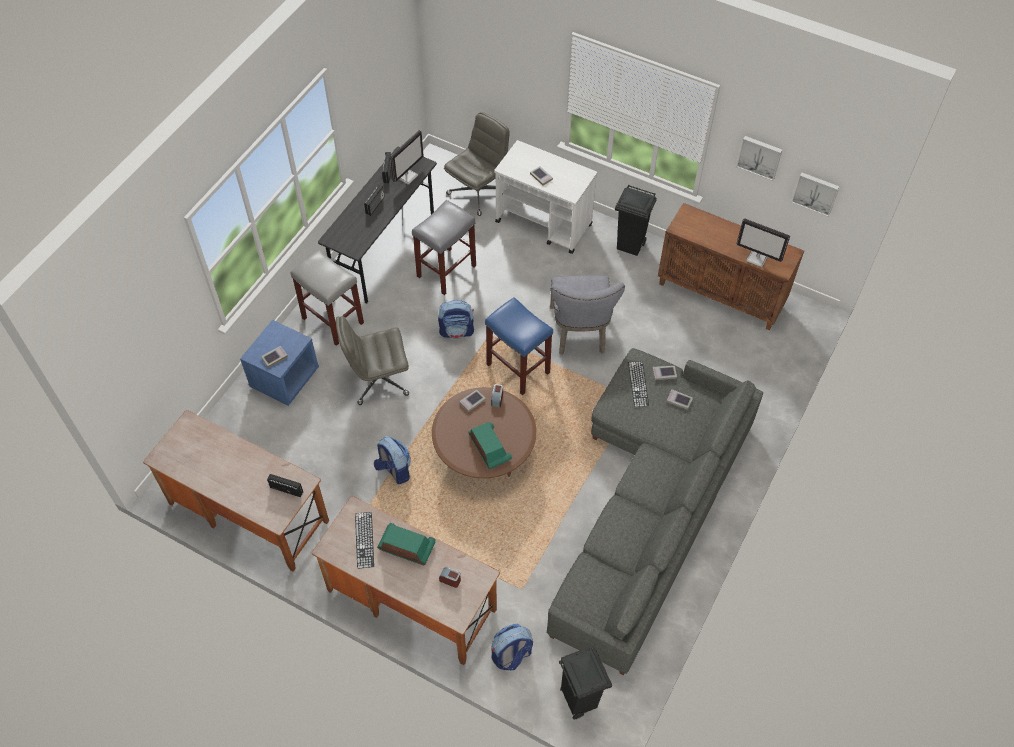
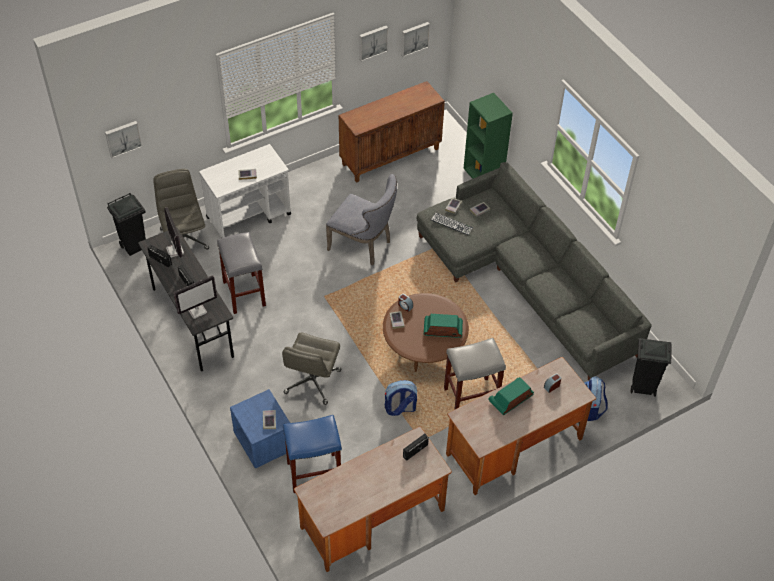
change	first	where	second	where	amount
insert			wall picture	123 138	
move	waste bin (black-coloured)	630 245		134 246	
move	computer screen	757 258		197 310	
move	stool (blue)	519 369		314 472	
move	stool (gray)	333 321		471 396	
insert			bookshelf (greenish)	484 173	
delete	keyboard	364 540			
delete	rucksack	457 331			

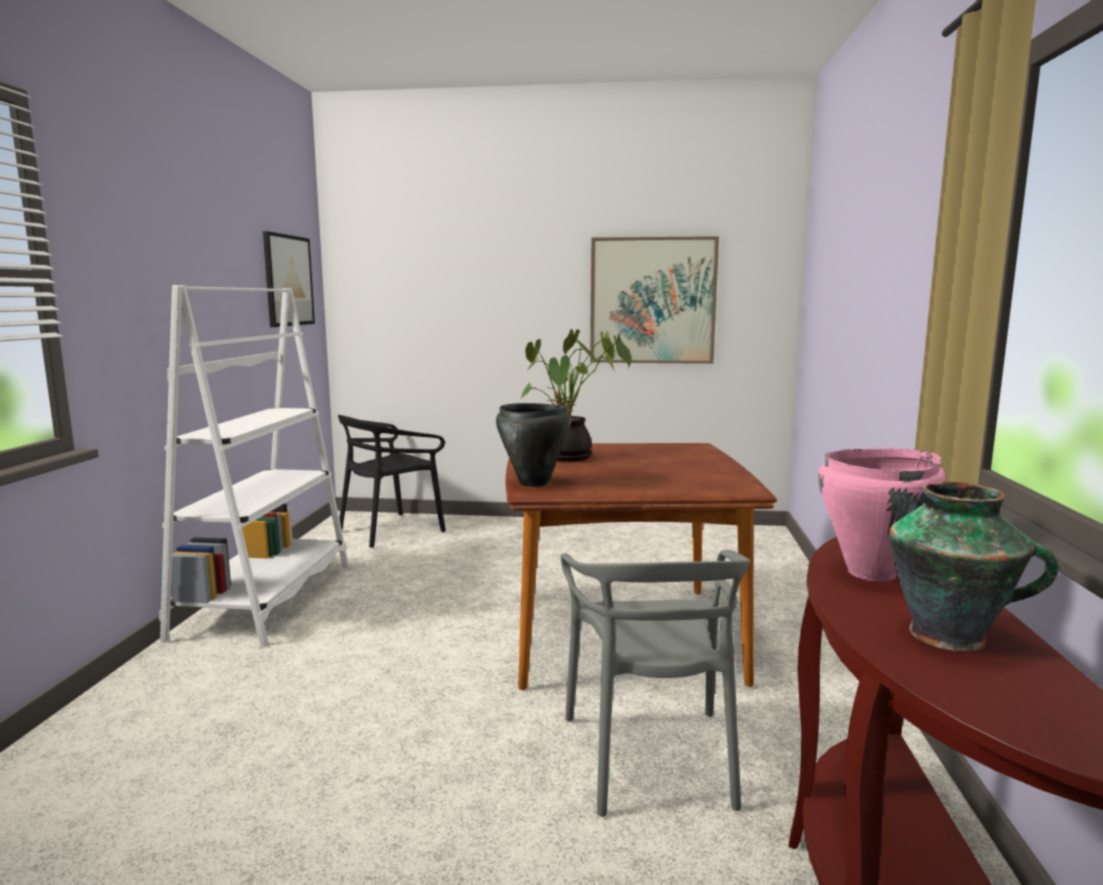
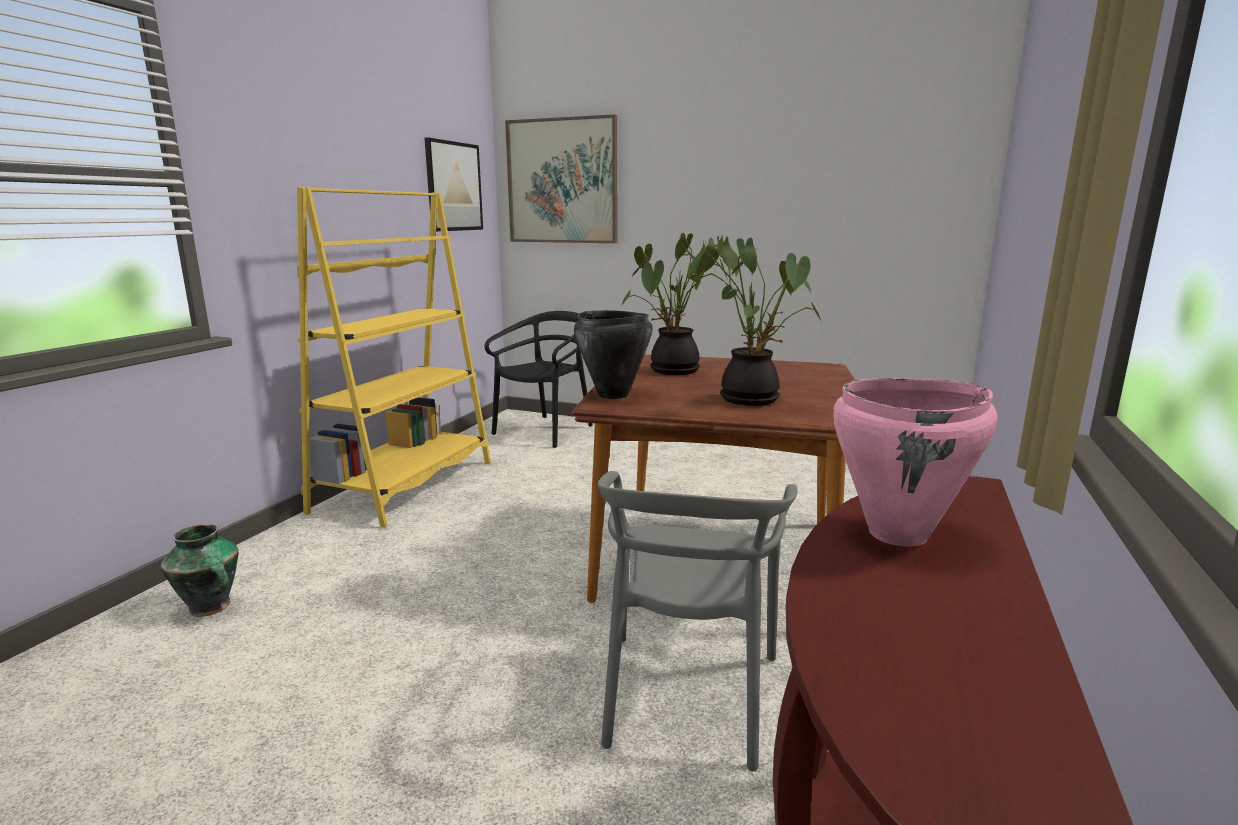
change	first	where	second	where	amount
move	decorative vase	951 637		211 607	
recolor	bookshelf (whitish)	266 600	bookshelf (yellow-coloured)	406 486	
rotate	upright chair (black-coloured)	391 530		545 431	150 degrees clockwise
move	wall picture	652 301		562 181	
insert			plant in a pot	750 398	

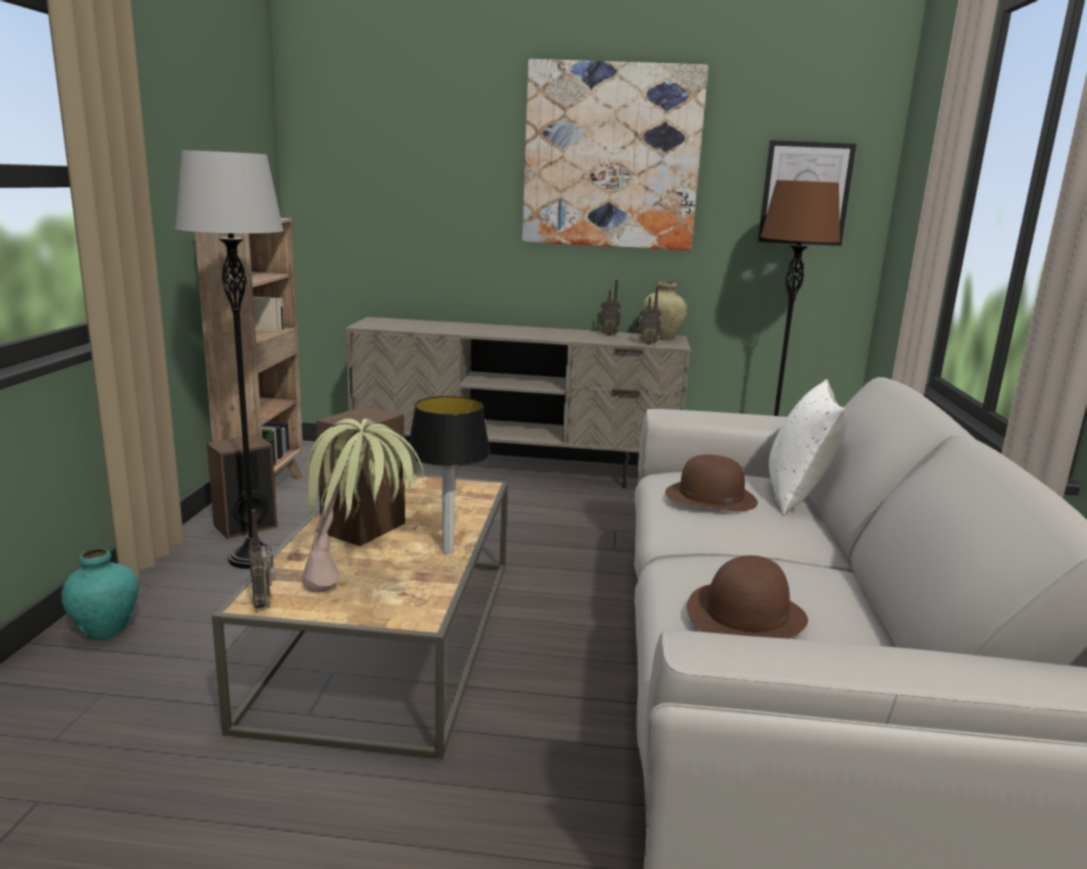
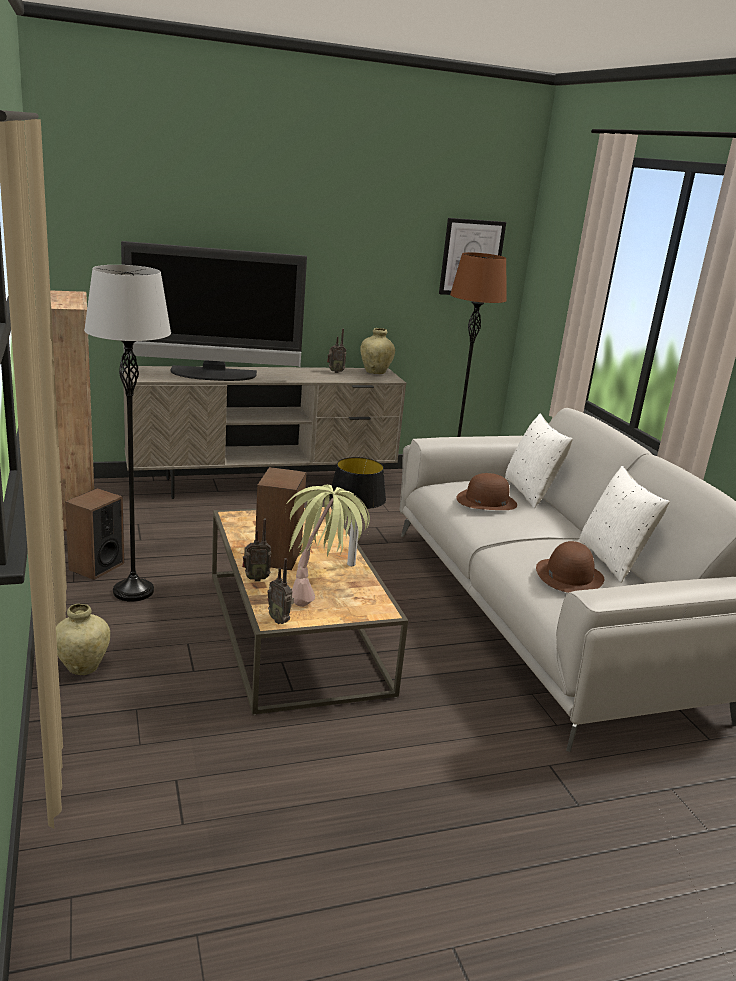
change	first	where	second	where	amount
recolor	decorative vase (turquoise)	106 630	decorative vase (beige)	83 667	
insert			television	213 374	
move	radio	647 343		255 578	
insert			pillow (whitish)	612 560	
delete	wall picture	611 157			

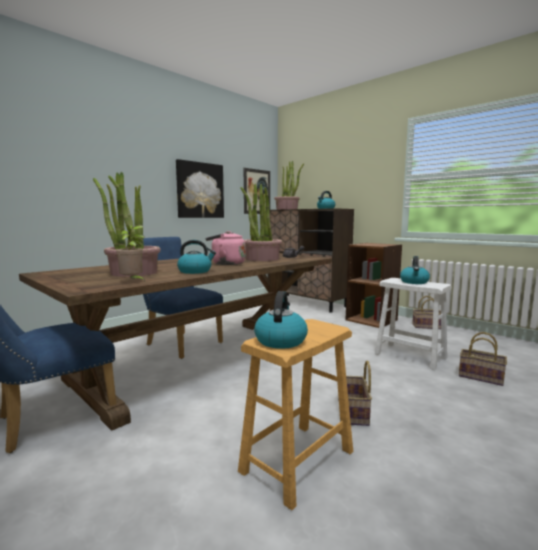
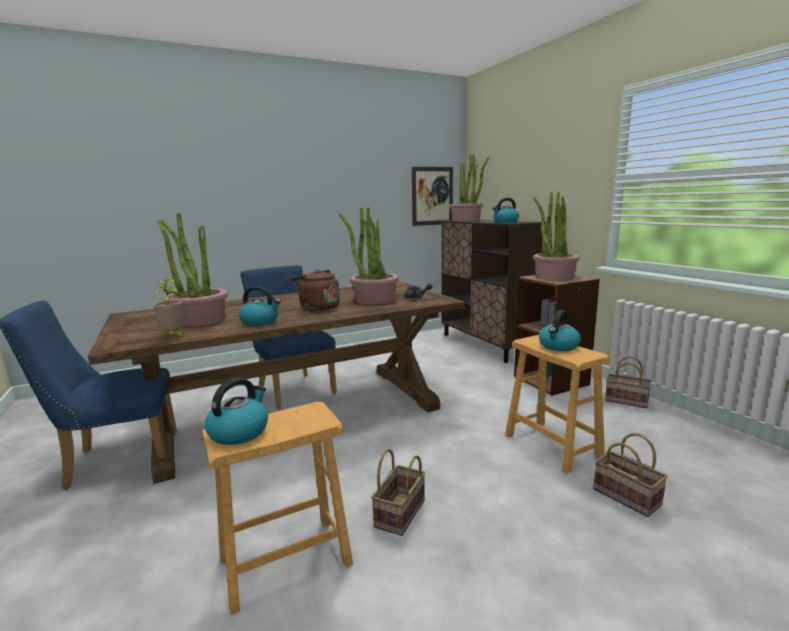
change	first	where	second	where	amount
recolor	water kettle (pink)	226 264	water kettle (brownish)	317 308	
recolor	stool (whitish)	410 356	stool (brownish)	552 445	
insert			plant in a pot	554 276	
delete	wall picture	200 190			

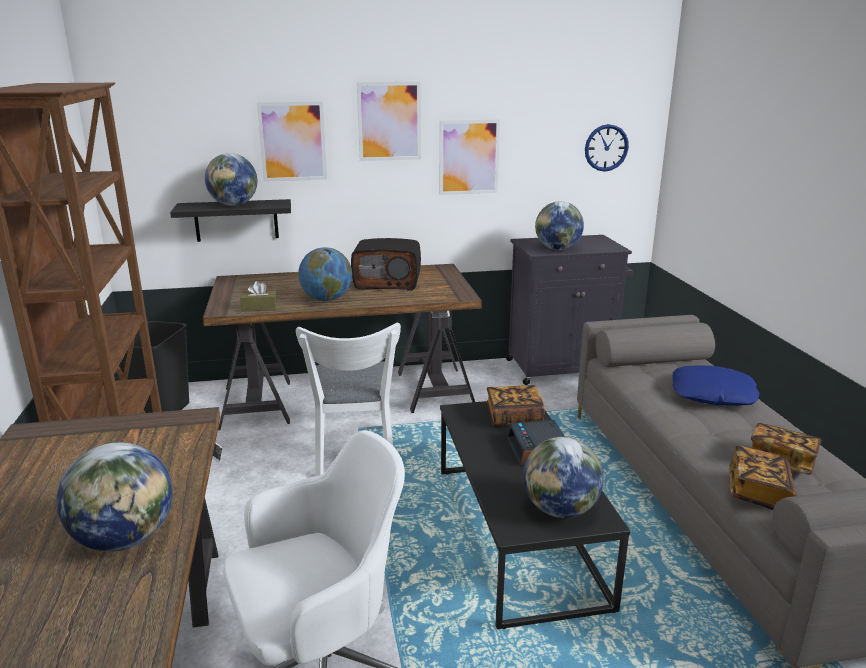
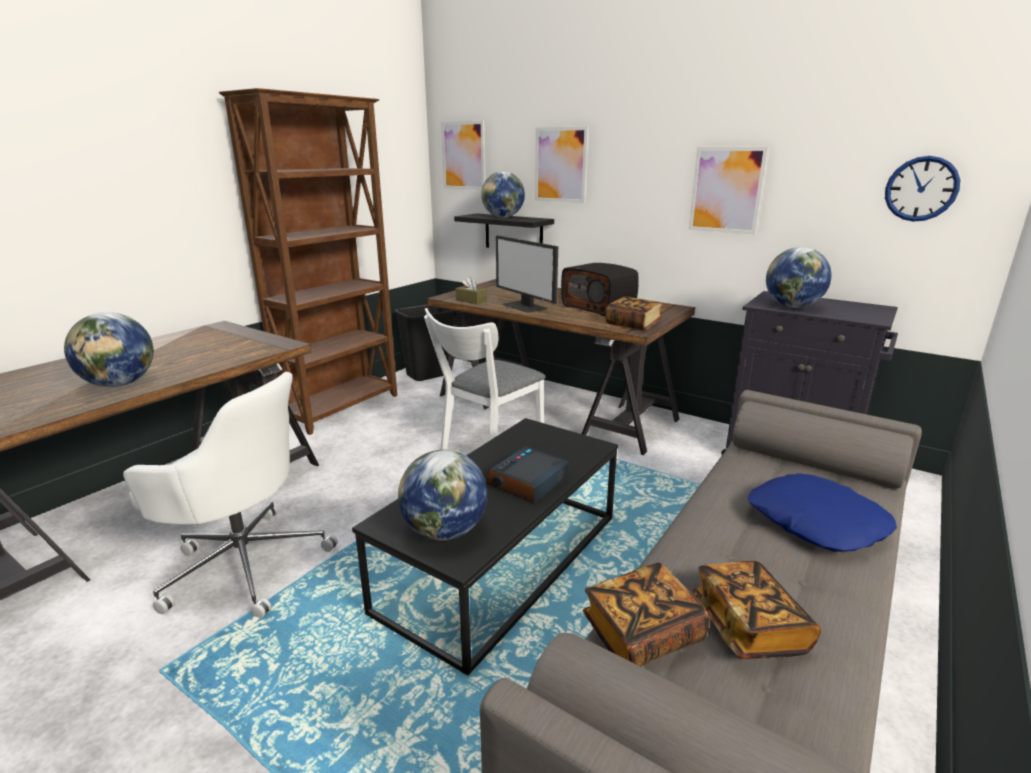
change	first	where	second	where	amount
move	wall picture	389 121		463 156	
replace	desk globe	326 299	computer screen	525 306	
move	bound book	514 418		633 324	

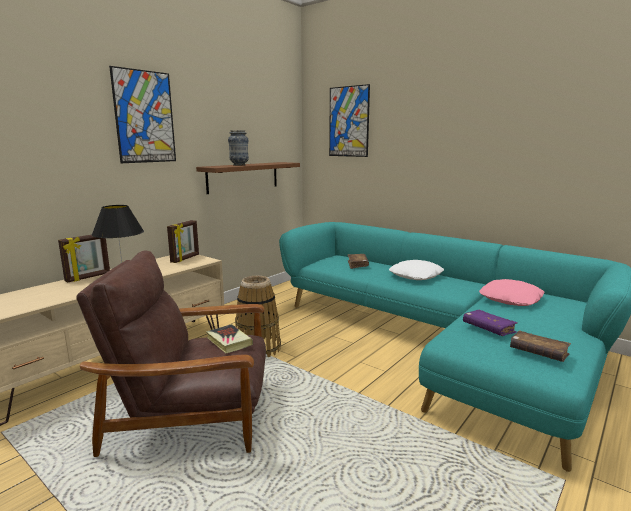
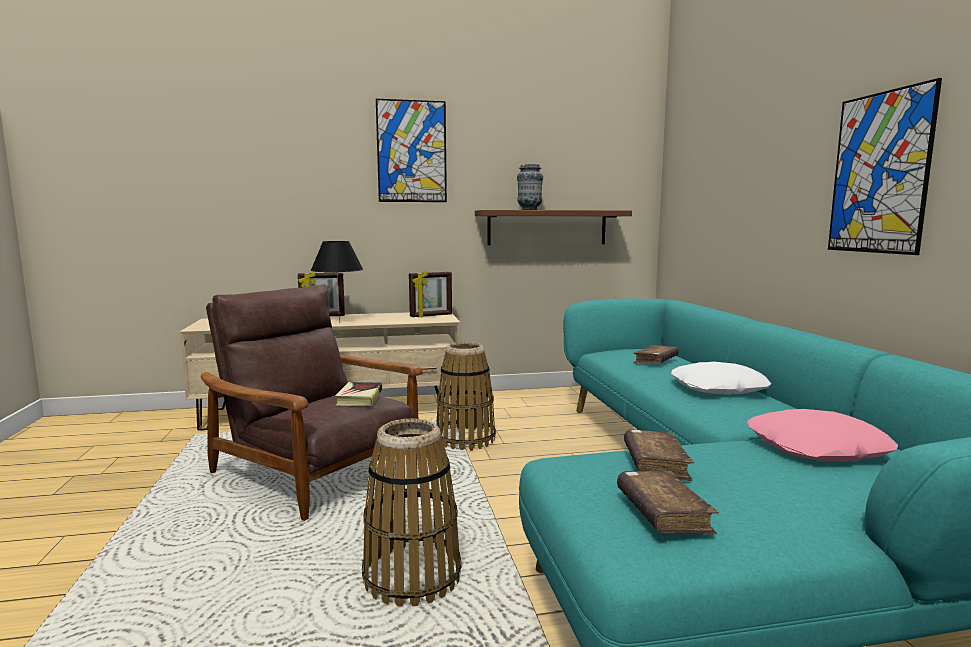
change	first	where	second	where	amount
insert			household basket	412 576	
recolor	bound book (purplish)	488 329	bound book (brownish)	655 464	
move	wall picture	348 121		879 173	

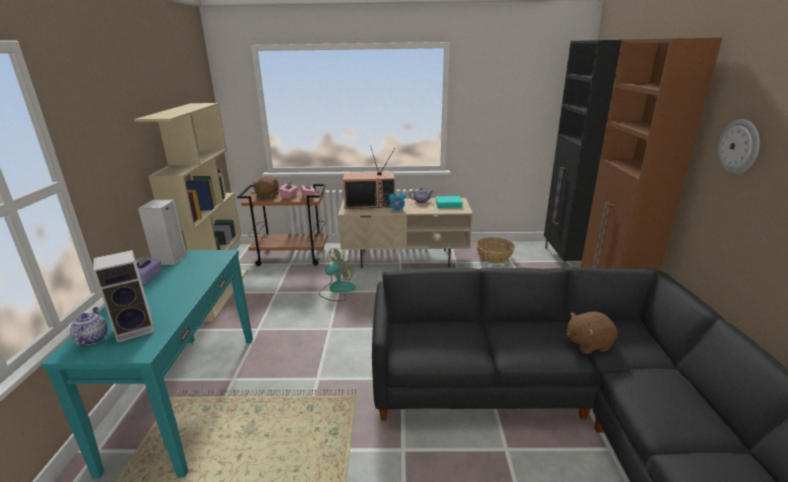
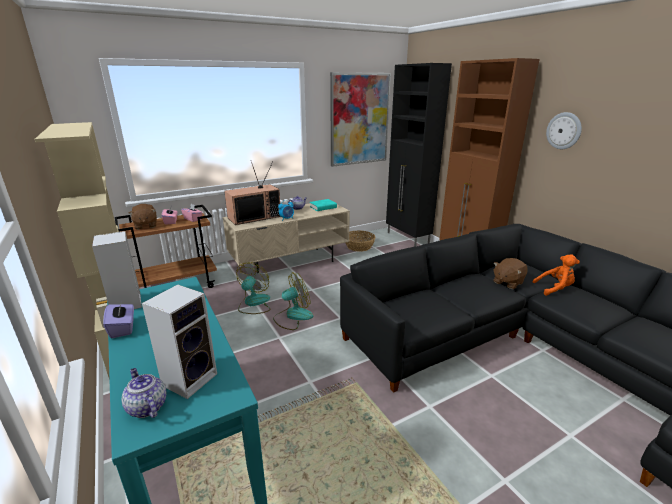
change	first	where	second	where	amount
insert			cooling fan	293 316	
insert			wall picture	359 119	
insert			plush toy (orangey)	555 289	

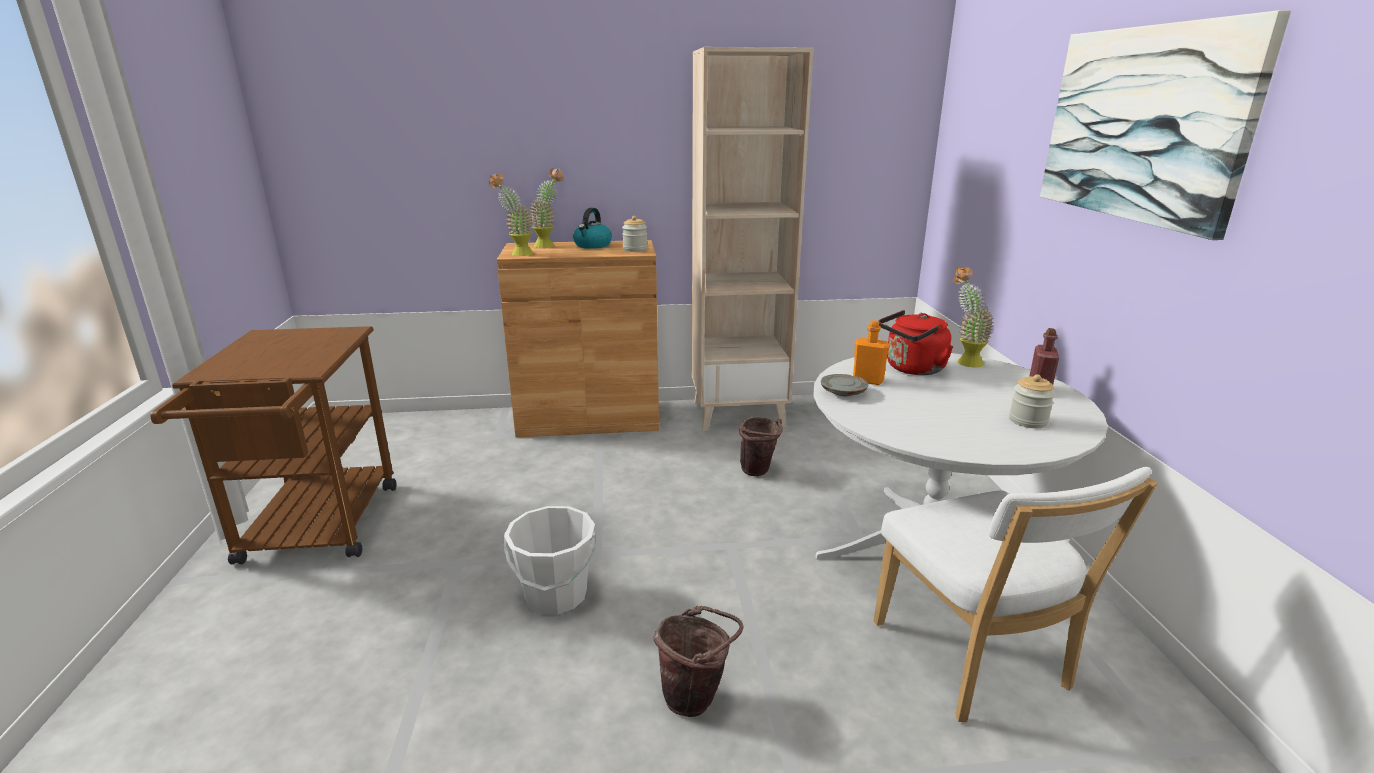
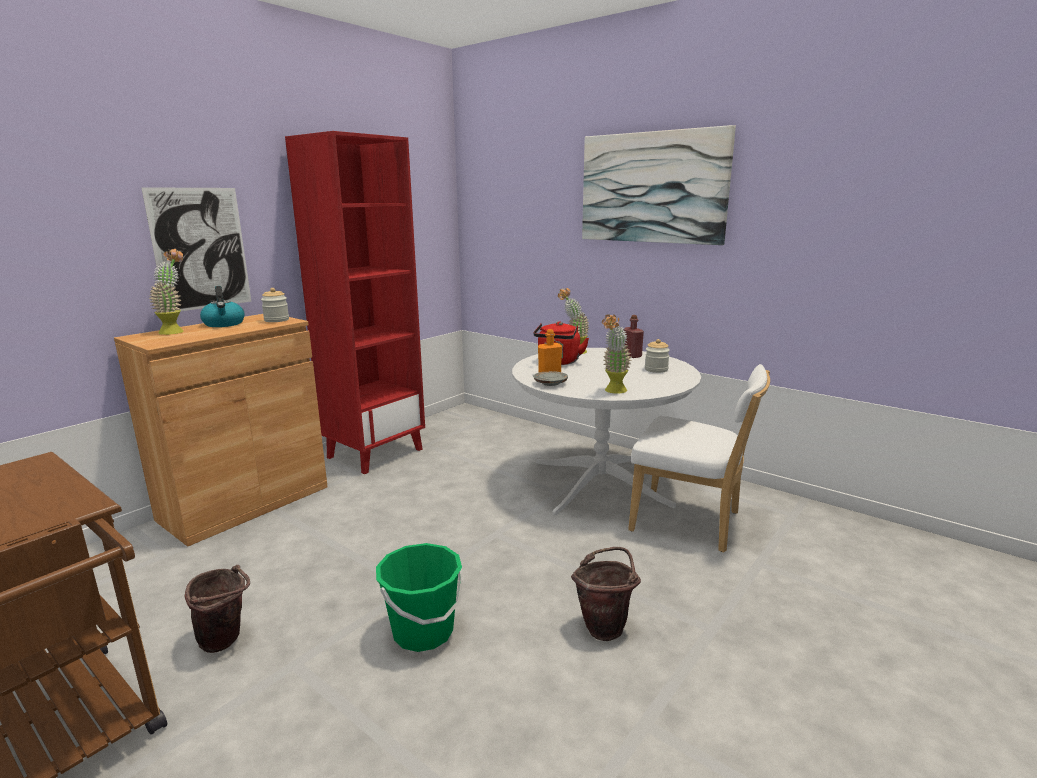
change	first	where	second	where	amount
insert			wall picture	200 249	
move	water bucket (brownish)	759 472		227 641	
recolor	bookshelf (beige)	739 413	bookshelf (reddish)	375 453	
recolor	water bucket (whitish)	555 595	water bucket (greenish)	423 632	
move	plant in a pot	516 254		613 392	

